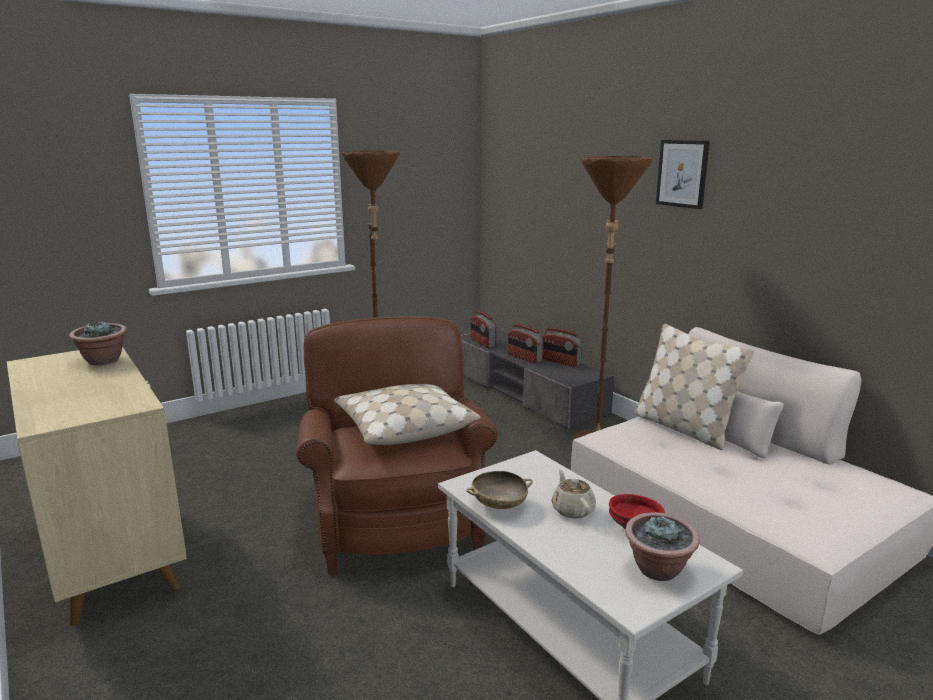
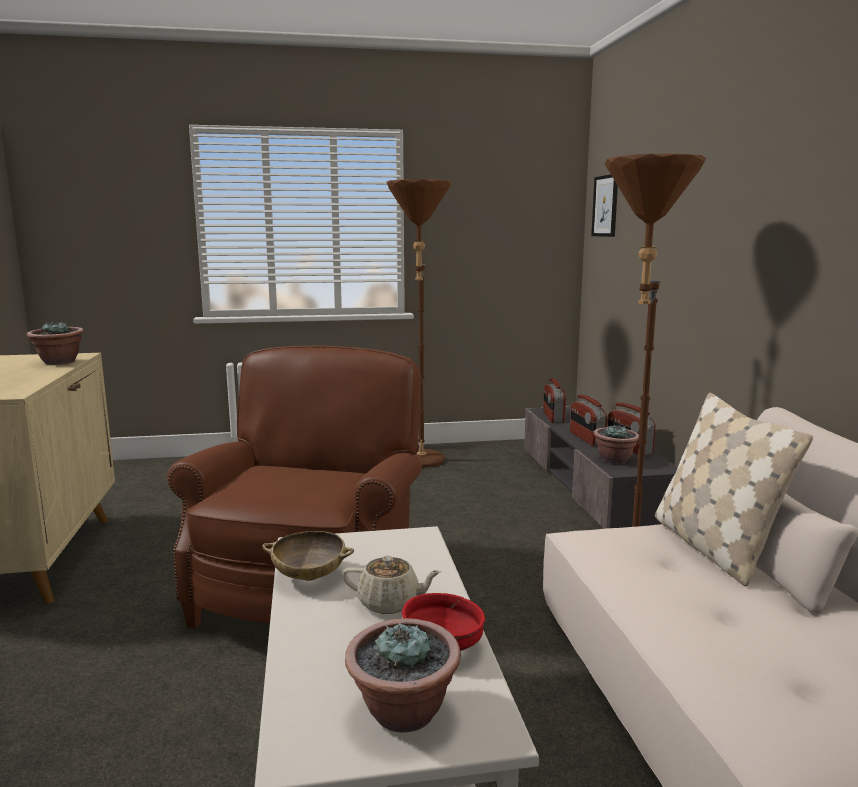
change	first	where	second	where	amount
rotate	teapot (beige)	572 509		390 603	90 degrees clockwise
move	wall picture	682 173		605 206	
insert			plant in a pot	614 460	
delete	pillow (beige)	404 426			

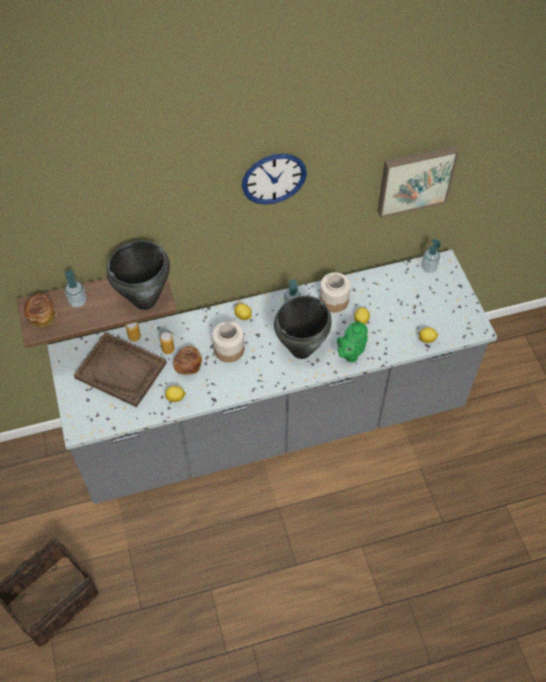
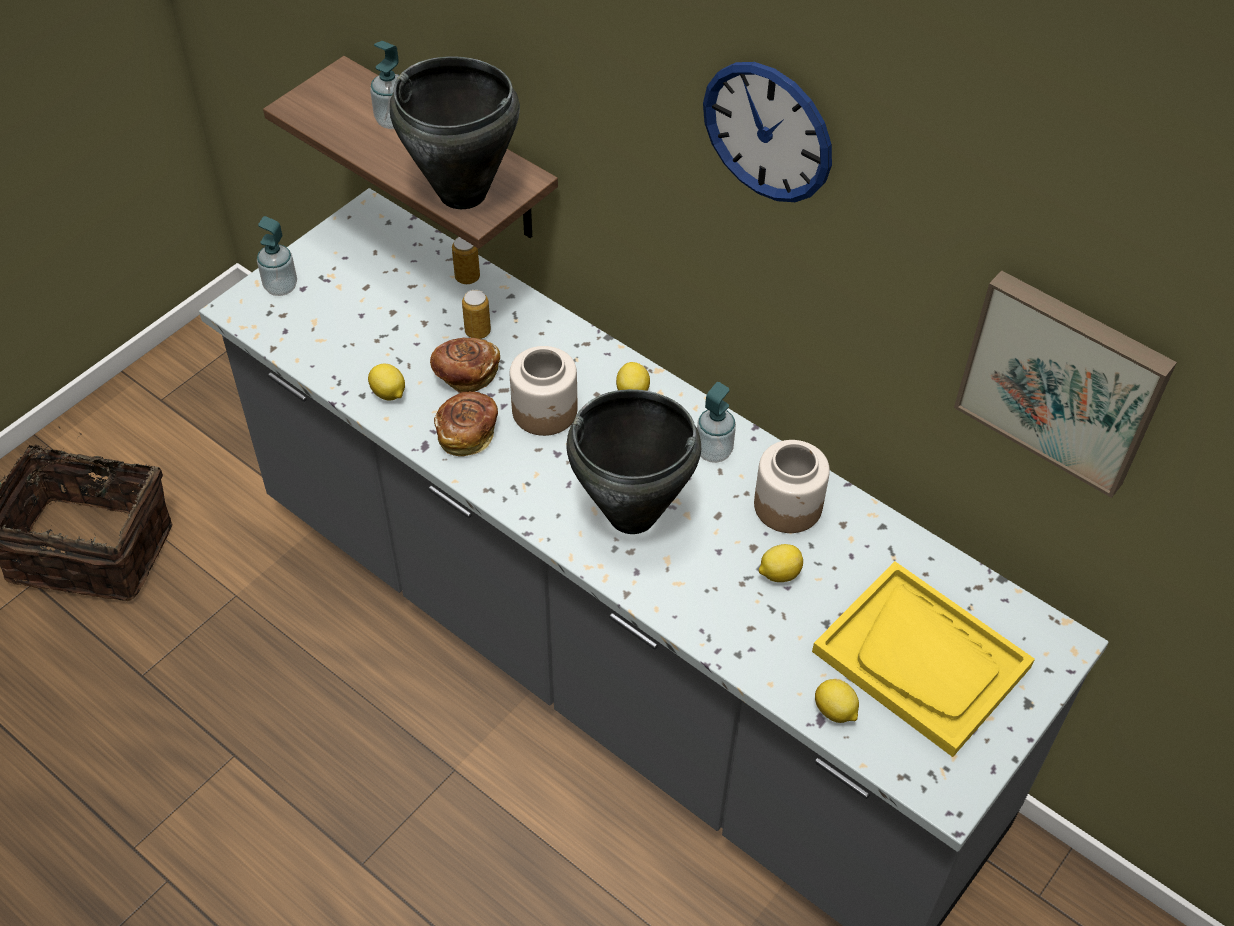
change	first	where	second	where	amount
move	soap dispenser	429 267		281 287	
move	baked bread	42 315		467 433	
insert			carrying tray (yellow-coloured)	921 659	
delete	carrying tray (brownish)	121 370			
delete	teapot (greenish)	350 353			

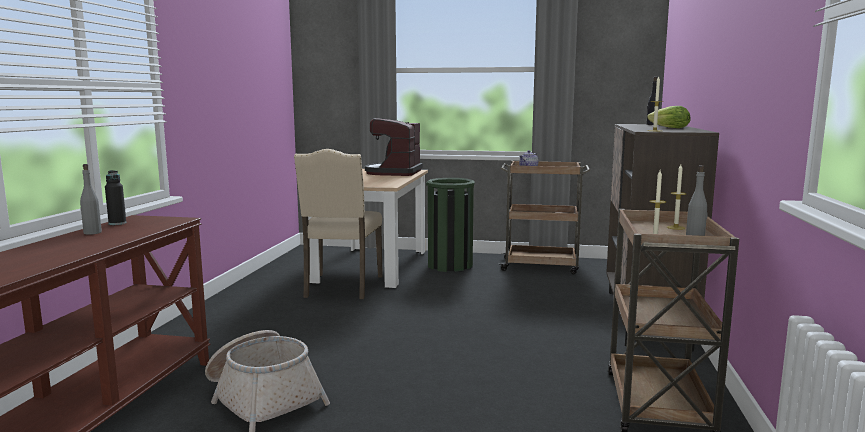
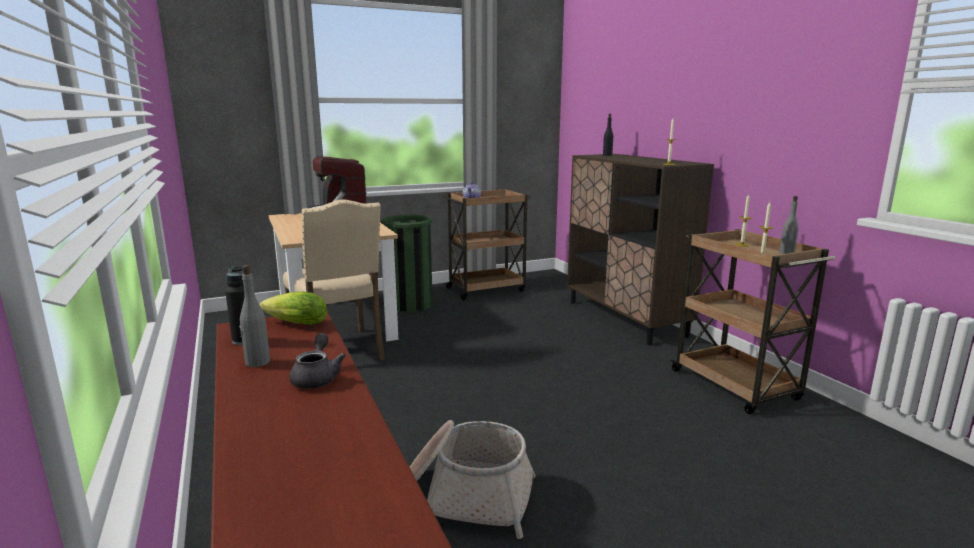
change	first	where	second	where	amount
move	lettuce head	667 128		293 324	
insert			teapot (gray)	317 378	

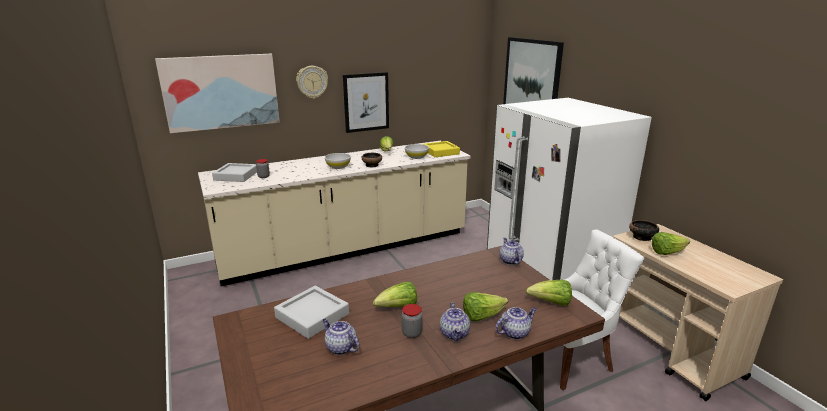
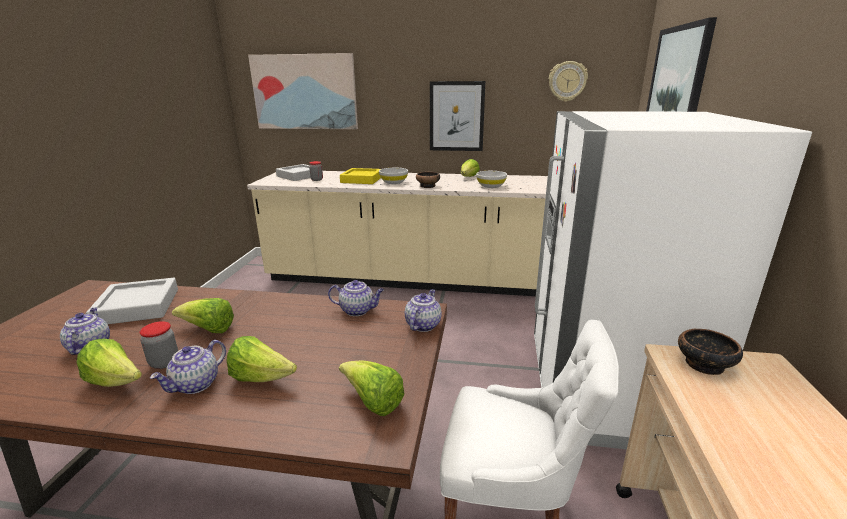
change	first	where	second	where	amount
move	lettuce head	667 252		116 382	
move	teapot	515 332		358 310	
move	carrying tray (yellow-coloured)	441 152		362 180	
move	wall clock	312 82		567 81	

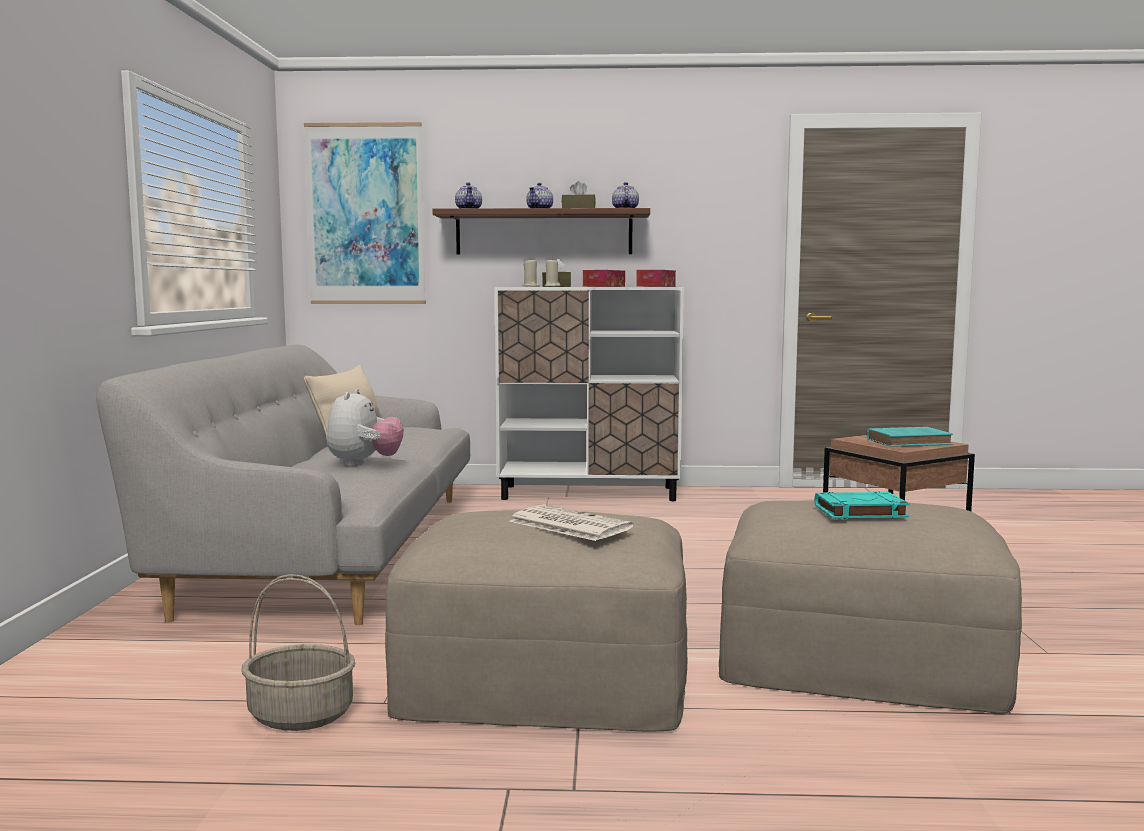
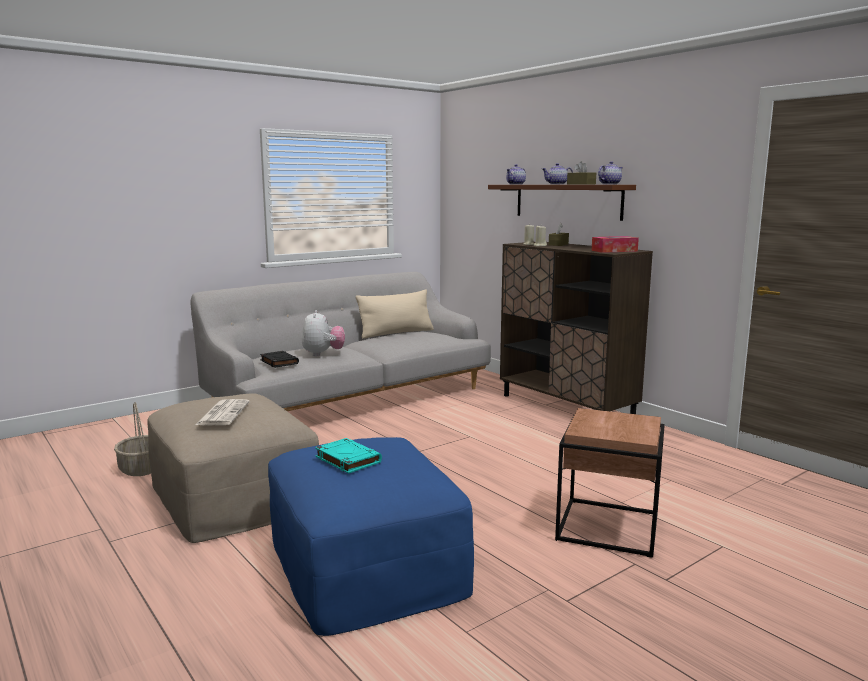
change	first	where	second	where	amount
insert			bound book (black-coloured)	279 362	
recolor	ottoman (beige)	860 655	ottoman (blue)	366 564	
rotate	plush toy	364 464		323 354	60 degrees counterclockwise
recolor	cupboard (whitish)	589 493	cupboard (brownish)	566 407	
delete	wall picture	366 214			
delete	tissue holder	604 286			
delete	bound book (turquoise)	910 442			

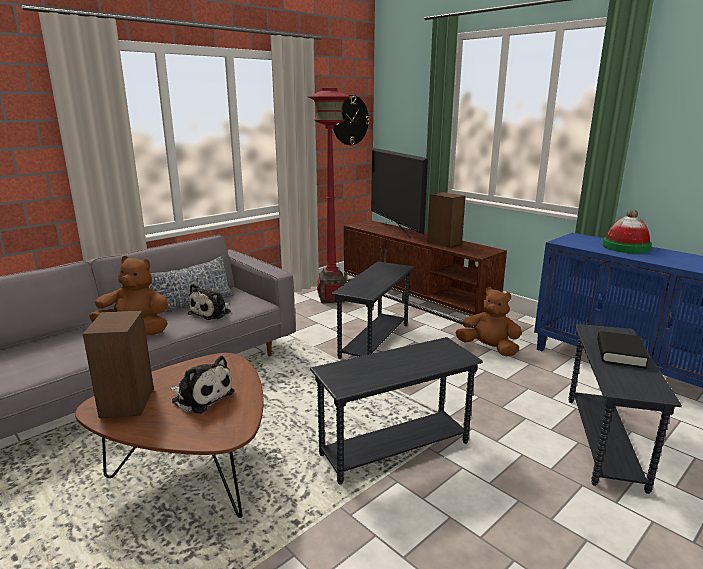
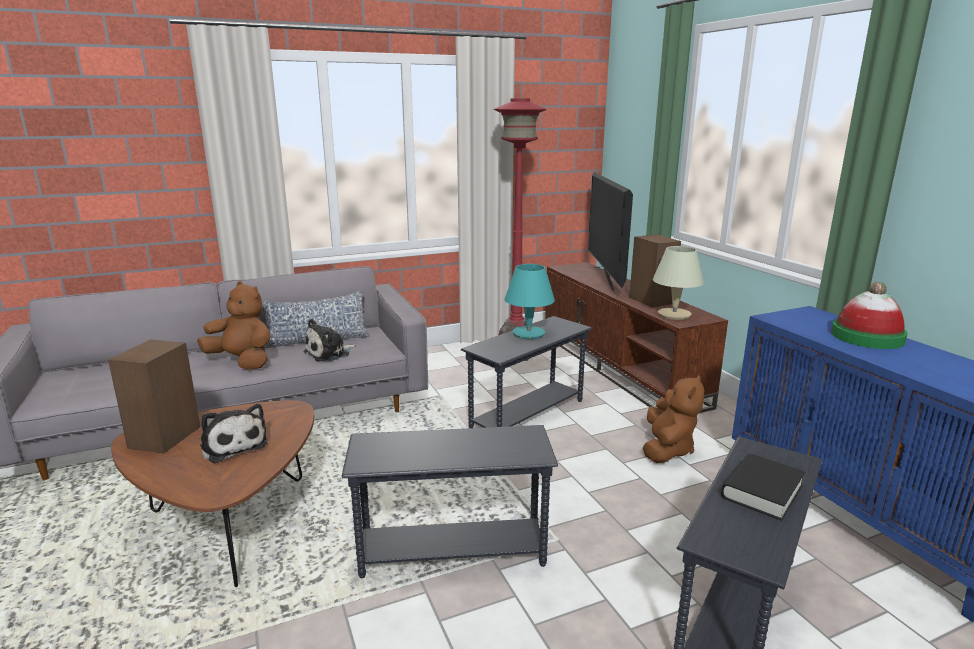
change	first	where	second	where	amount
insert			table lamp (turquoise)	529 333	
rotate	plush toy (brownish)	489 349		667 449	60 degrees clockwise
insert			table lamp (beige)	673 314	
delete	wall clock	350 120			

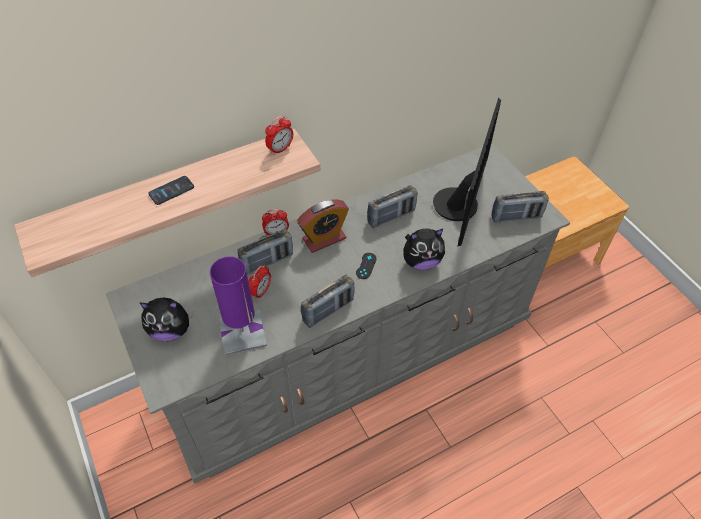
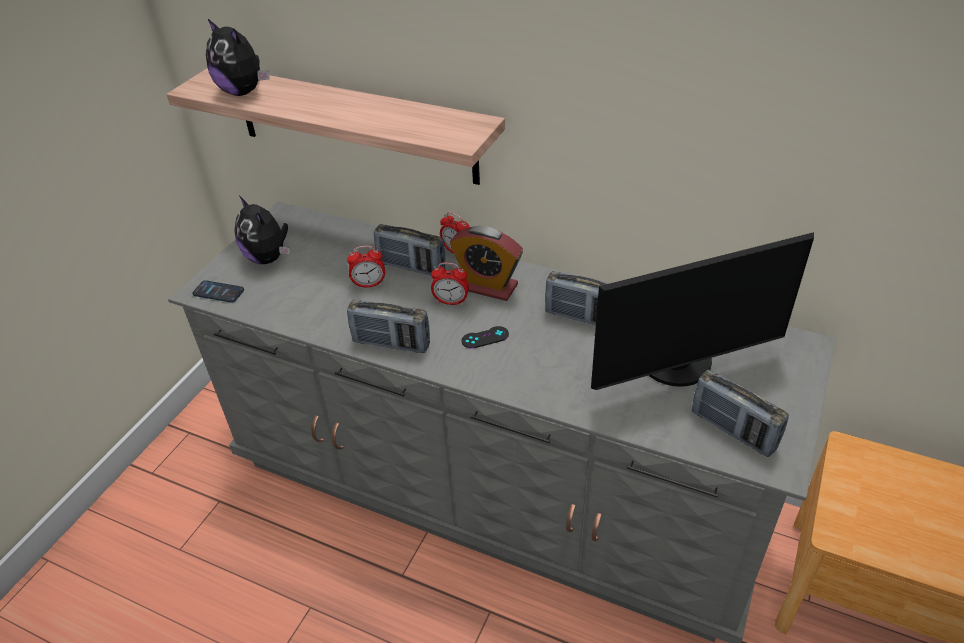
change	first	where	second	where	amount
move	telephone	171 191		218 292	
move	plush toy	421 262		243 92	
move	table clock	280 149		451 302	
delete	table lamp (purplish)	242 333			

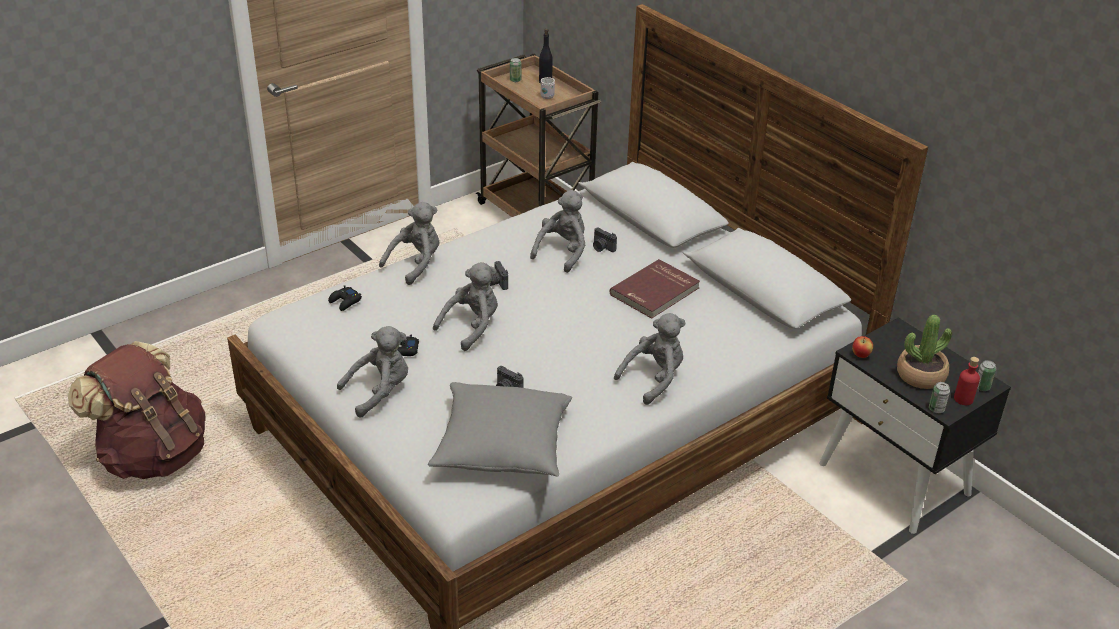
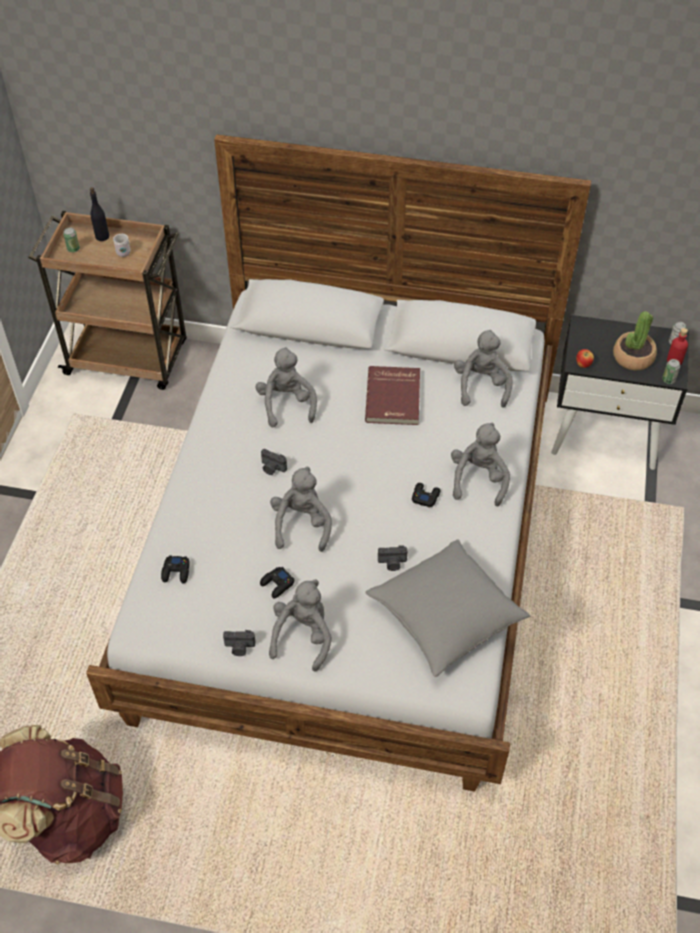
change	first	where	second	where	amount
move	still camera	602 248		239 647	
insert			game controller (black-coloured)	425 496	
move	plush toy (gray)	416 264		481 386	

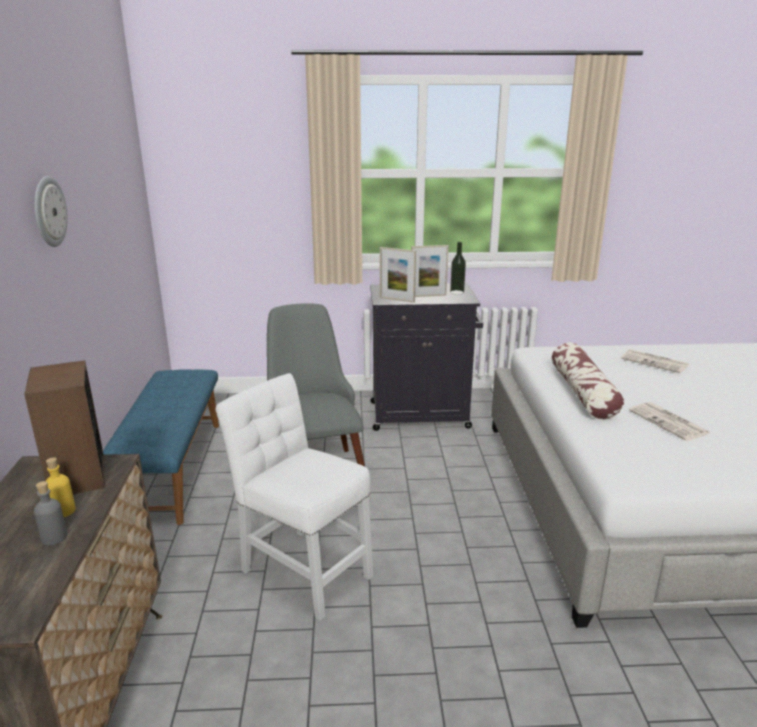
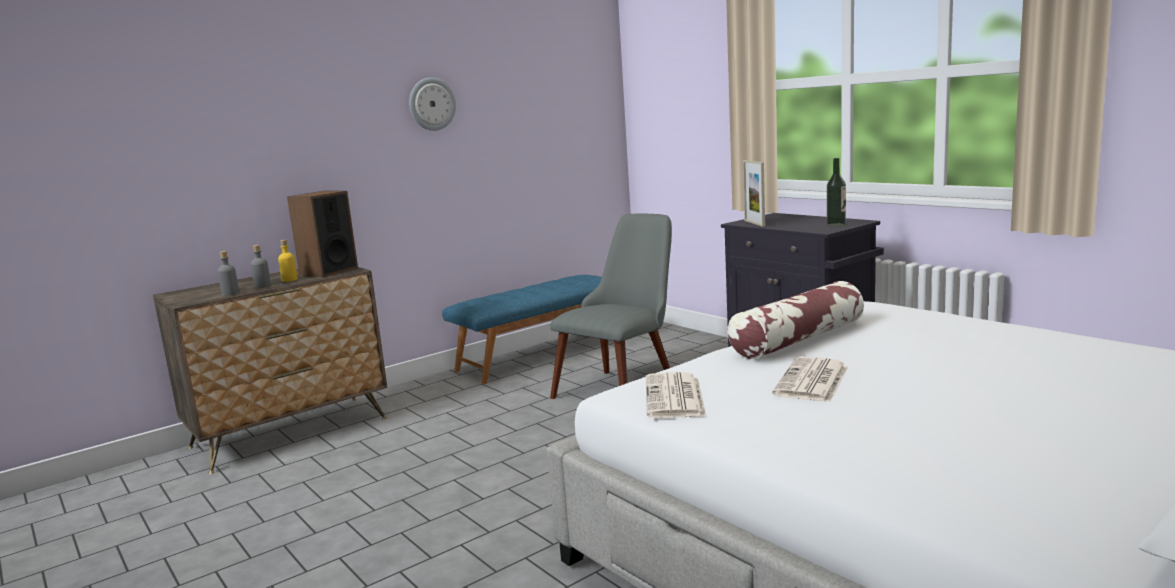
change	first	where	second	where	amount
insert			bottle (gray)	230 293	
move	printed paper	655 362		675 397	
delete	upright chair (whitish)	302 569			
delete	standing frame	428 296			

